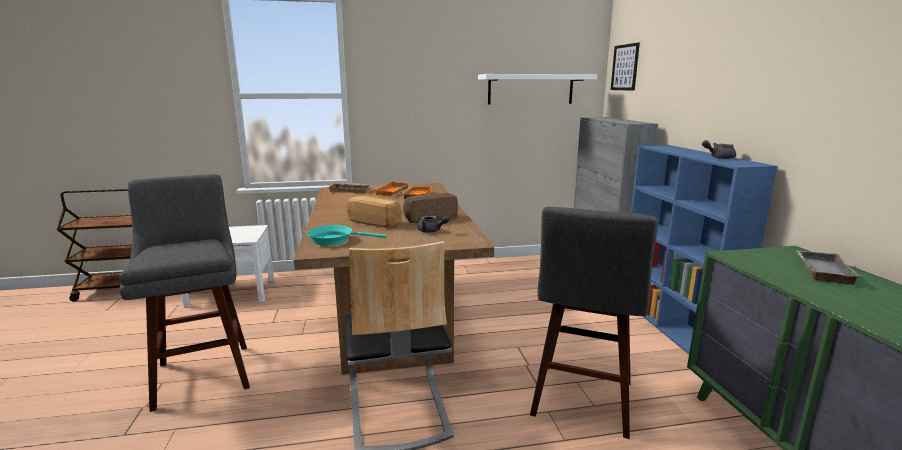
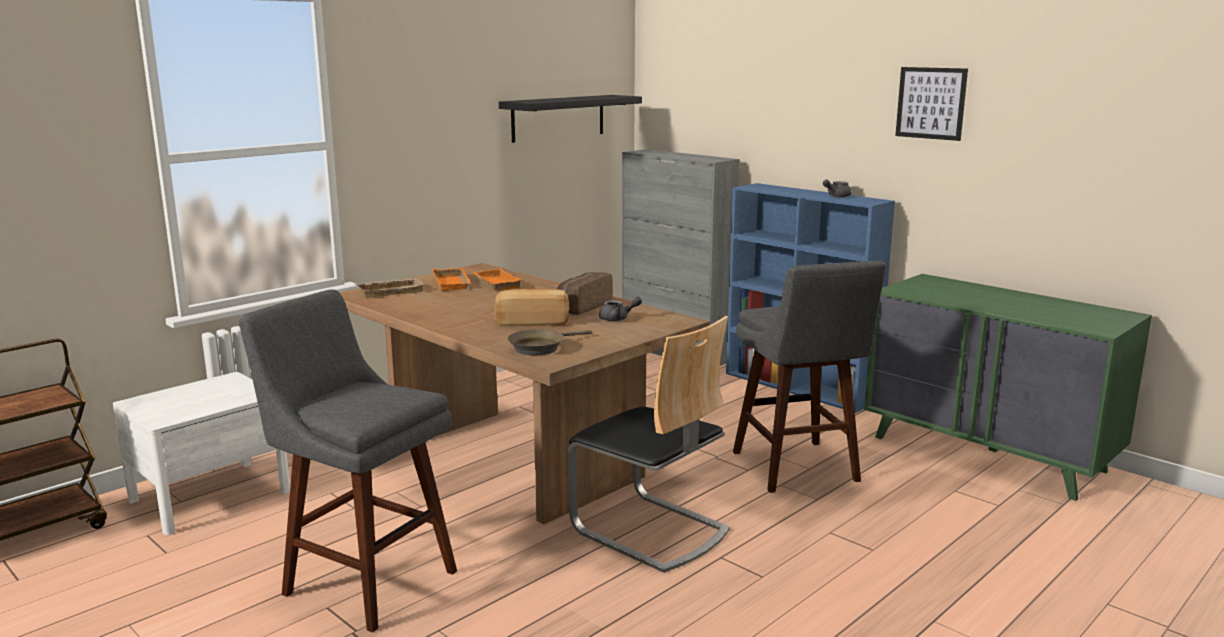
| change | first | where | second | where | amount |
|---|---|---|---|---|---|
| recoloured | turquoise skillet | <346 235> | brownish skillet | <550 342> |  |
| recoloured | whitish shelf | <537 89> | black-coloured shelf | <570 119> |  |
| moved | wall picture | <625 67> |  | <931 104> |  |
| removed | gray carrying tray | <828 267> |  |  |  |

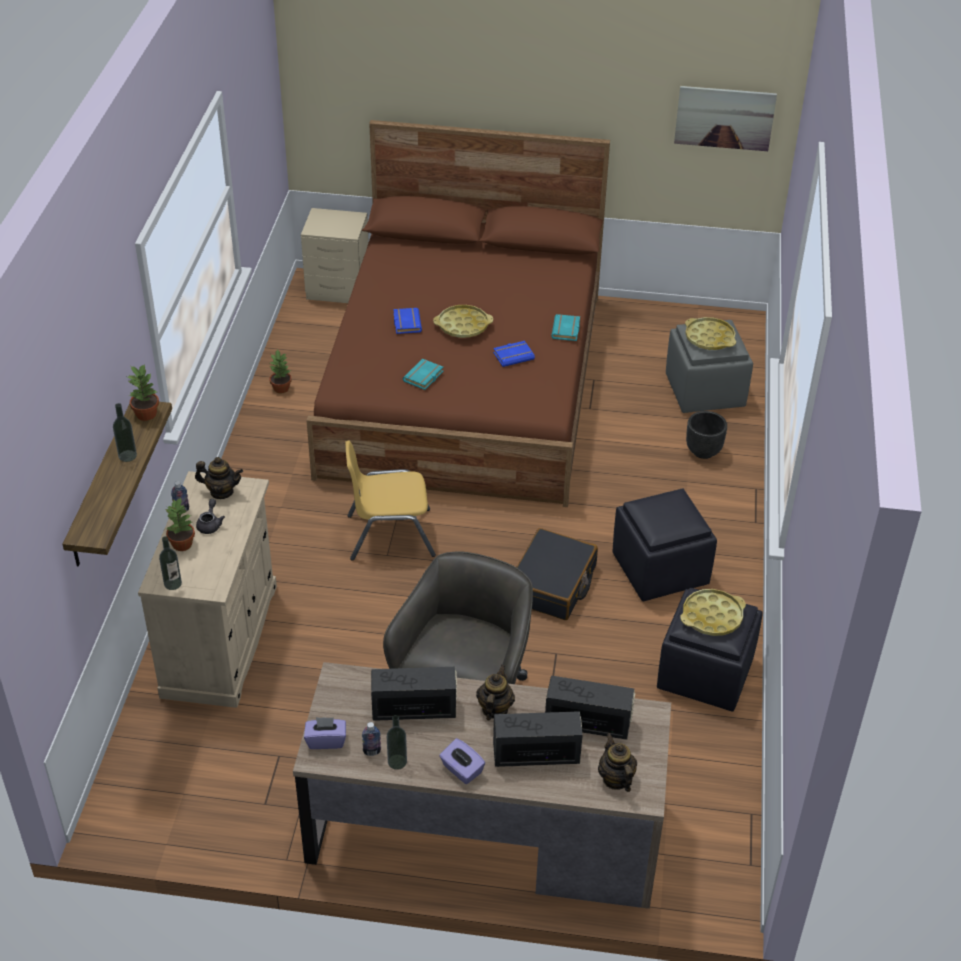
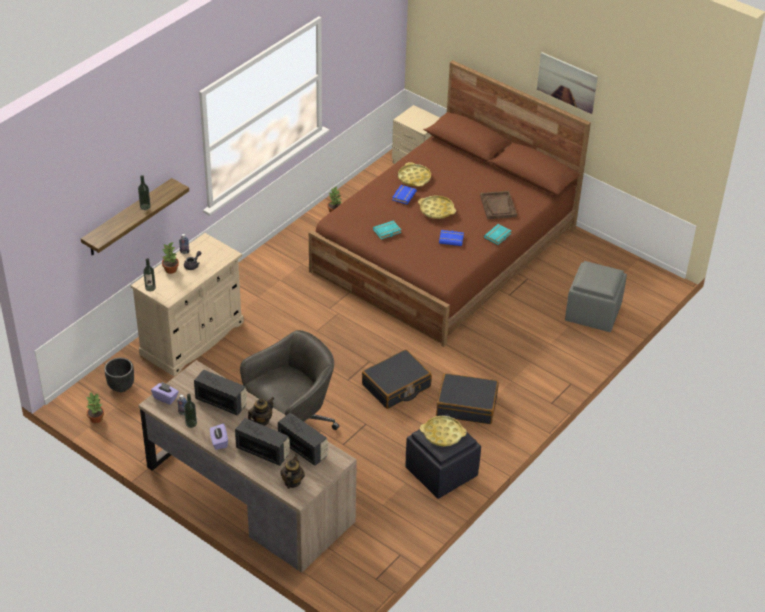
| change | first | where | second | where | amount |
|---|---|---|---|---|---|
| moved | potted plant | <143 392> |  | <95 407> |  |
| removed | tea pot | <219 478> |  |  |  |
| removed | yellow-coloured plain chair | <390 501> |  |  |  |
| replaced | black-coloured ottoman | <664 545> | black-coloured piece of luggage | <467 398> |  |
| moved | wall picture | <725 118> |  | <567 83> |  |
| moved | yellow-coloured carrying tray | <710 333> |  | <414 174> |  |
| moved | black-coloured flower pot | <706 435> |  | <119 375> |  |
| added |  |  | brownish carrying tray | <498 205> |  |

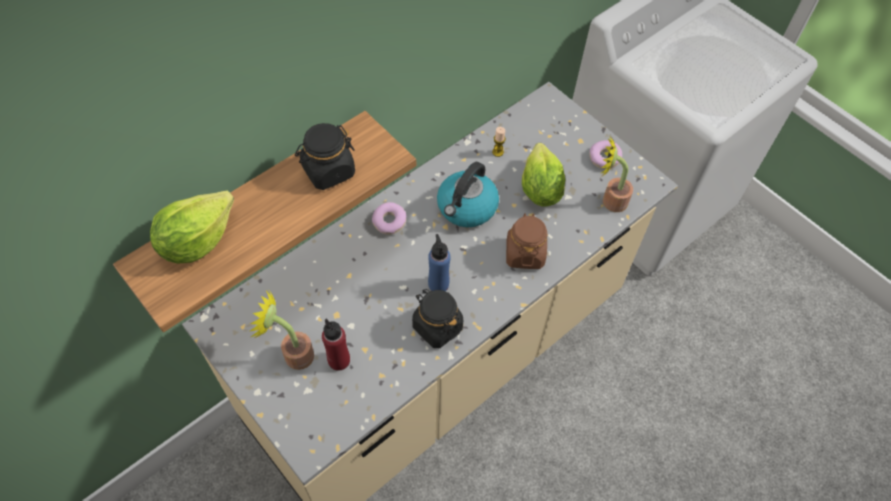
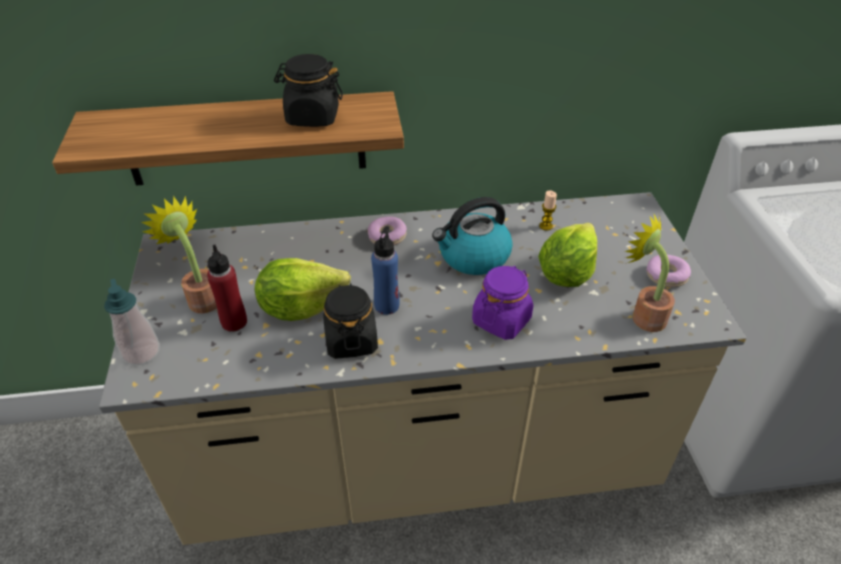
| change | first | where | second | where | amount |
|---|---|---|---|---|---|
| moved | lettuce head | <192 227> |  | <303 289> |  |
| recoloured | brownish preserve jar | <527 241> | purple-coloured preserve jar | <502 303> |  |
| added |  |  | liquid soap bottle | <132 322> |  |

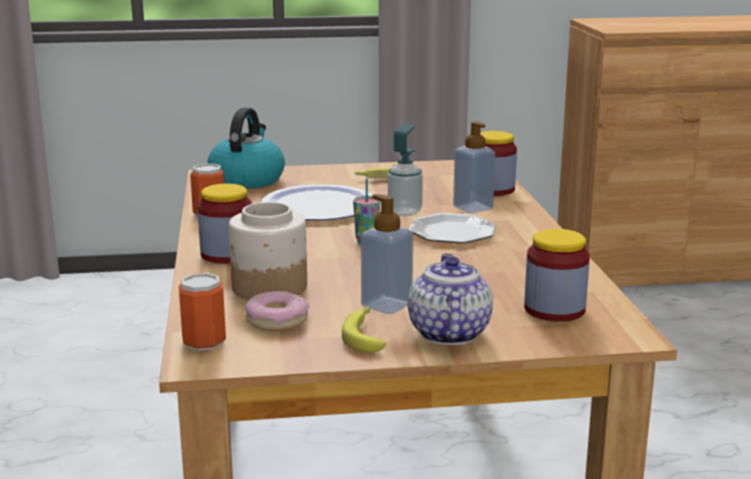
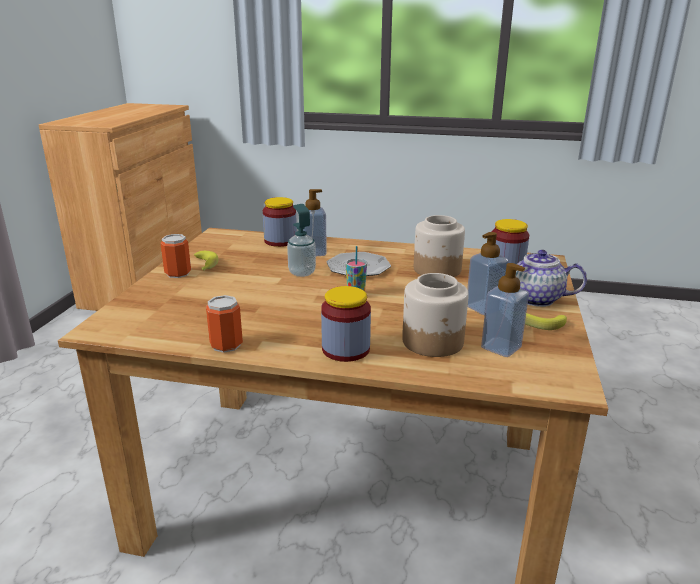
| change | first | where | second | where | amount |
|---|---|---|---|---|---|
| moved | sealed can | <202 312> |  | <175 256> |  |
| removed | kettle | <246 148> |  |  |  |
| replaced | donut | <277 311> | liquid soap bottle | <505 310> |  |
| removed | flat dish | <317 202> |  |  |  |
| added |  |  | preserve jar | <439 246> |  |

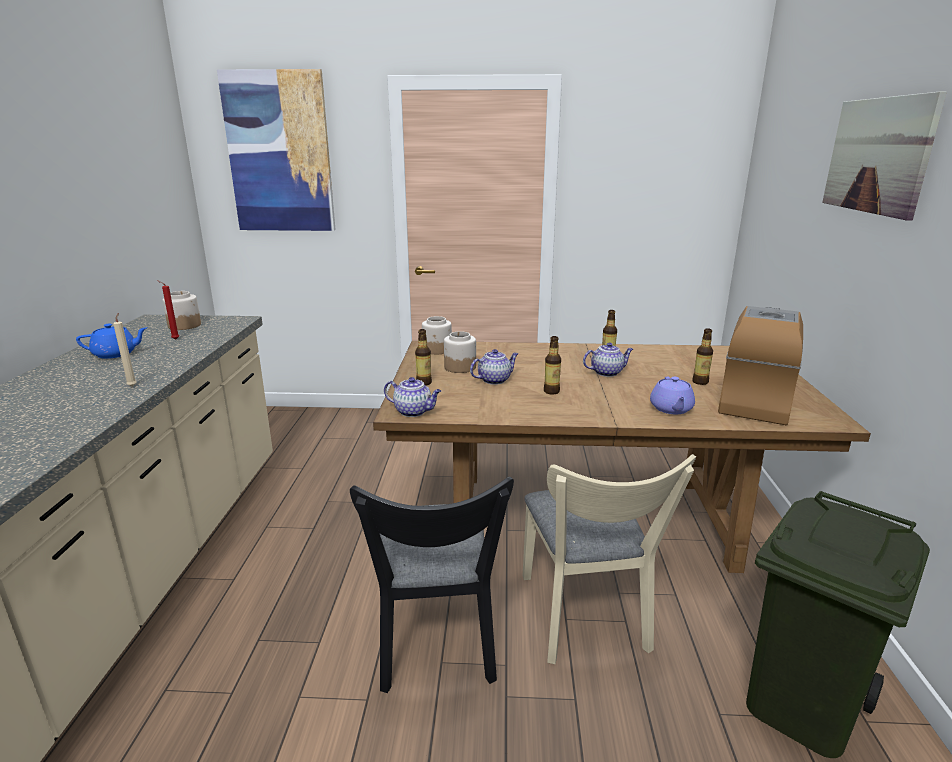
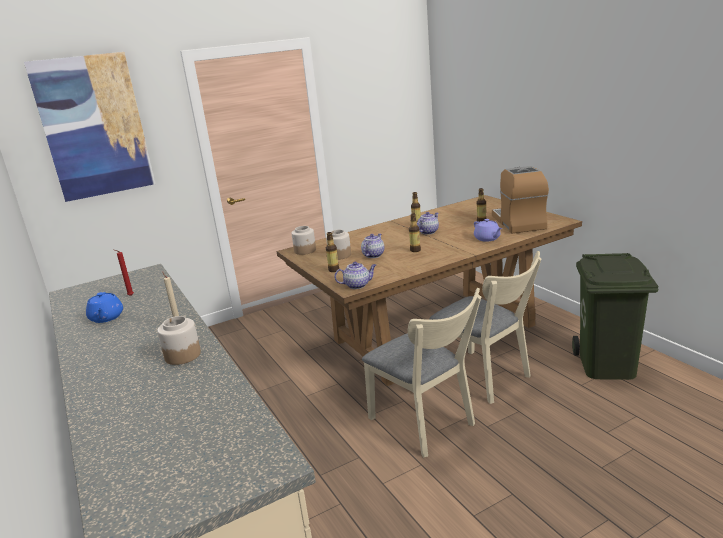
| change | first | where | second | where | amount |
|---|---|---|---|---|---|
| turned | blue tea pot | <111 341> |  | <104 307> | 120 degrees clockwise |
| moved | preserve jar | <182 310> |  | <179 340> |  |
| recoloured | black-coloured plain chair | <432 585> | beige plain chair | <421 373> |  |
| removed | wall picture | <884 156> |  |  |  |

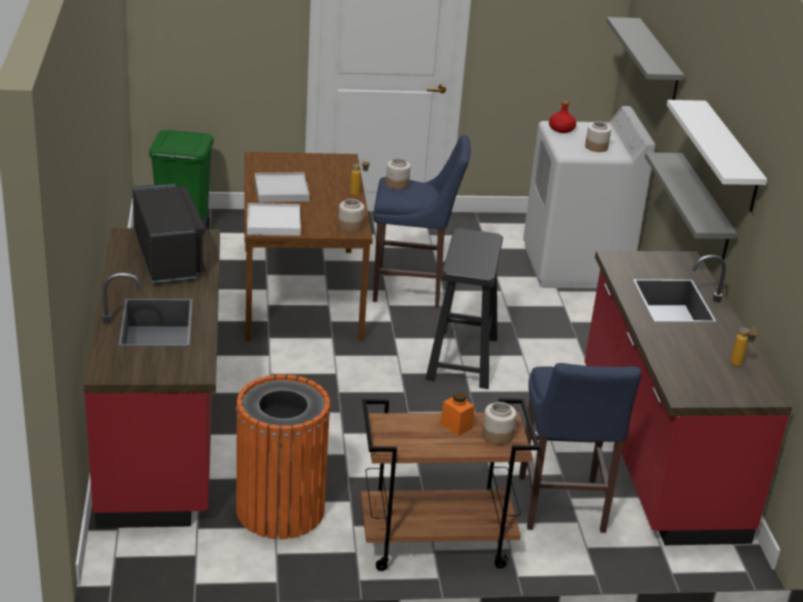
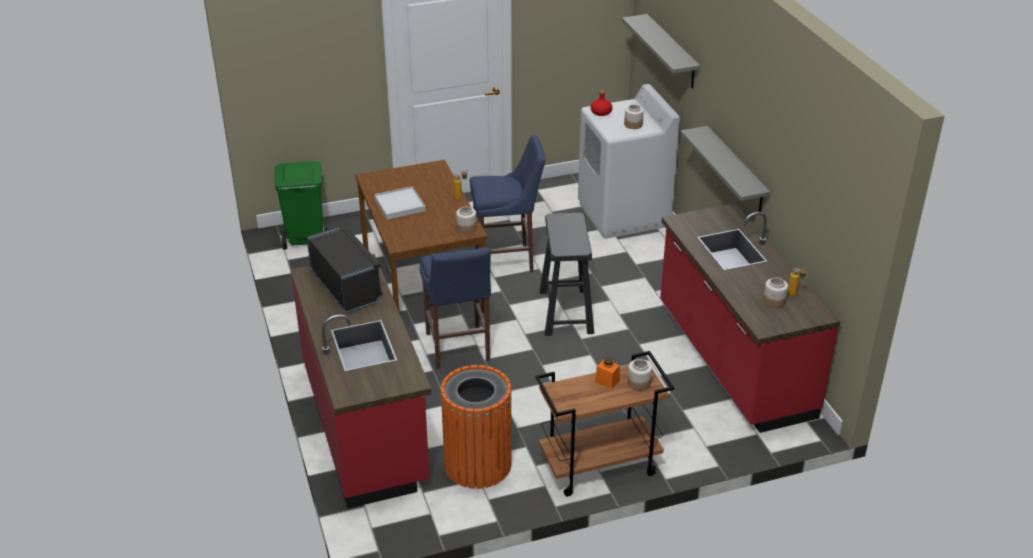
| change | first | where | second | where | amount |
|---|---|---|---|---|---|
| removed | whitish carrying tray | <274 219> |  |  |  |
| moved | preserve jar | <398 174> |  | <775 292> |  |
| moved | blue stool | <580 448> |  | <455 308> |  |
| removed | whitish shelf | <717 156> |  |  |  |

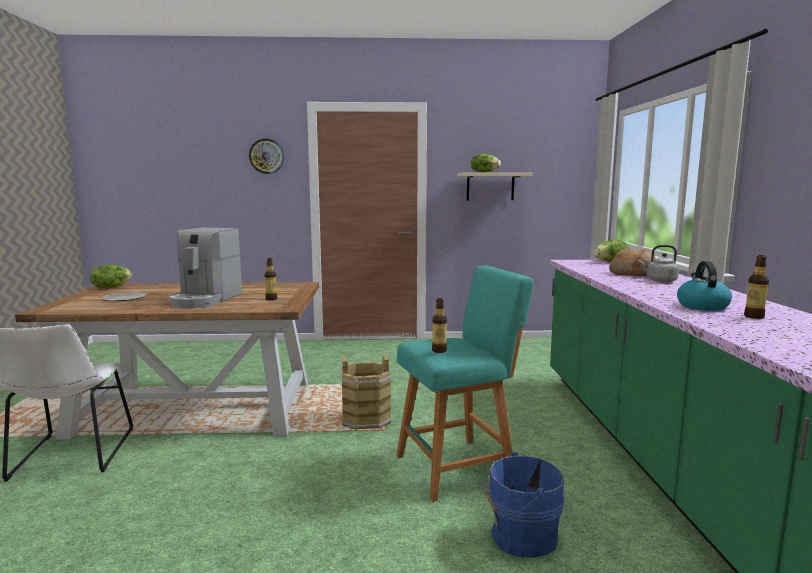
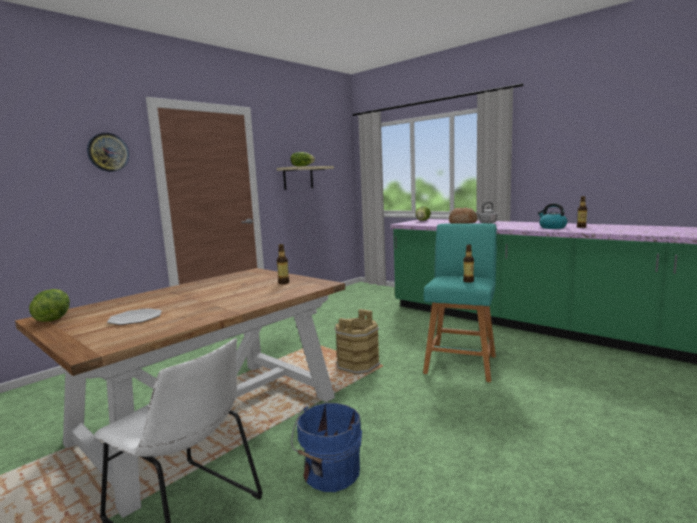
| change | first | where | second | where | amount |
|---|---|---|---|---|---|
| removed | coffee maker | <205 268> |  |  |  |
| moved | blue pail | <524 504> |  | <326 447> |  |

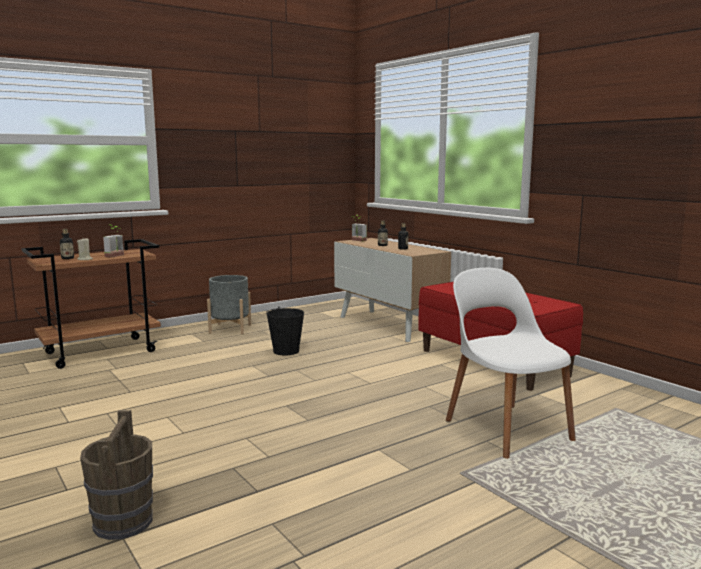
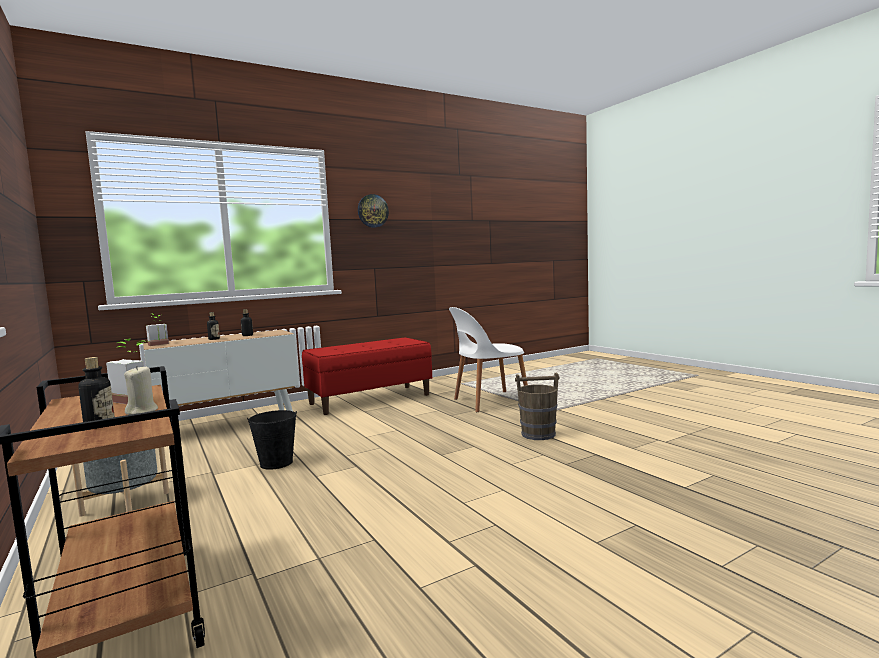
| change | first | where | second | where | amount |
|---|---|---|---|---|---|
| moved | brownish pail | <116 475> |  | <537 406> |  |
| added |  |  | clock on the wall | <373 211> |  |

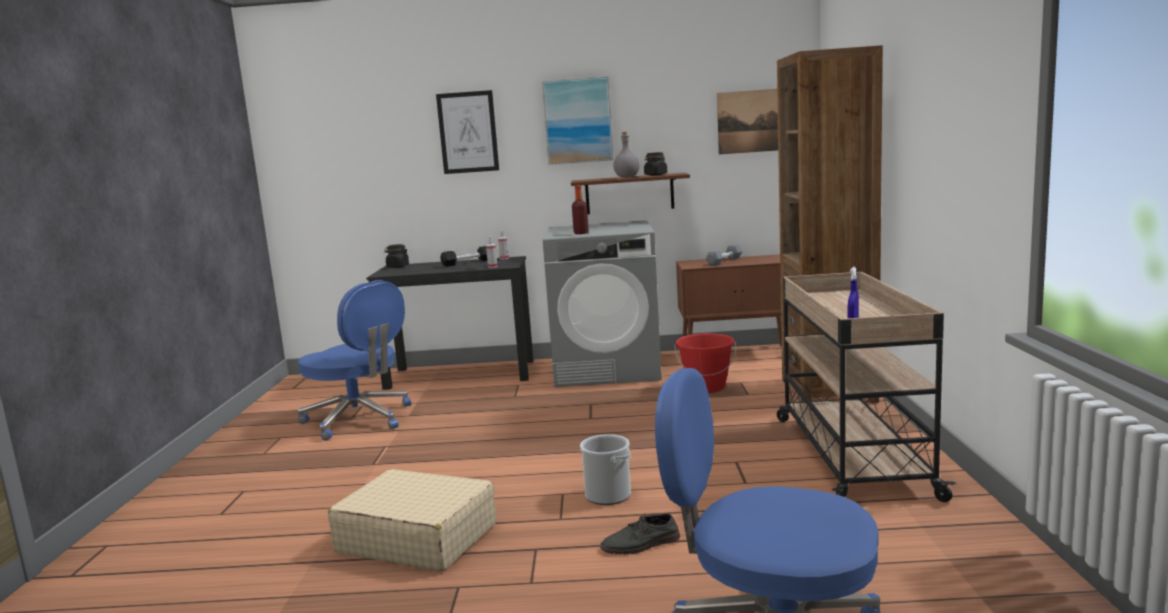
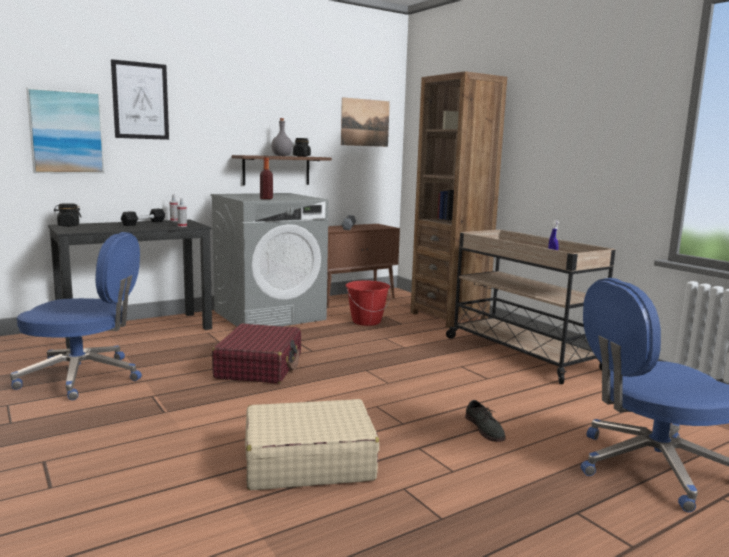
| change | first | where | second | where | amount |
|---|---|---|---|---|---|
| moved | wall picture | <577 120> |  | <65 131> |  |
| removed | pail | <605 469> |  |  |  |
| turned | gray shoe | <640 533> |  | <485 421> | 60 degrees counterclockwise |
| added |  |  | red piece of luggage | <256 353> |  |

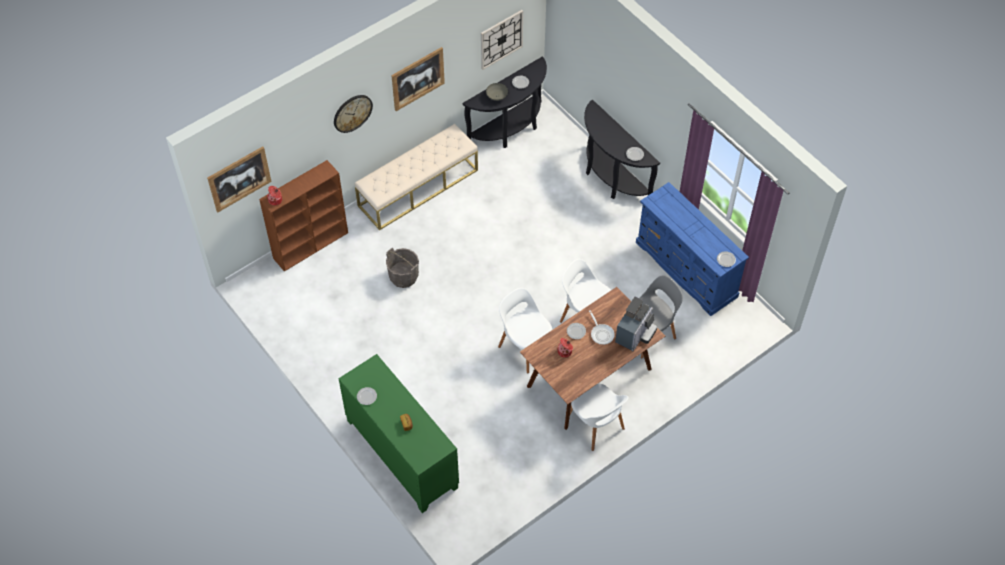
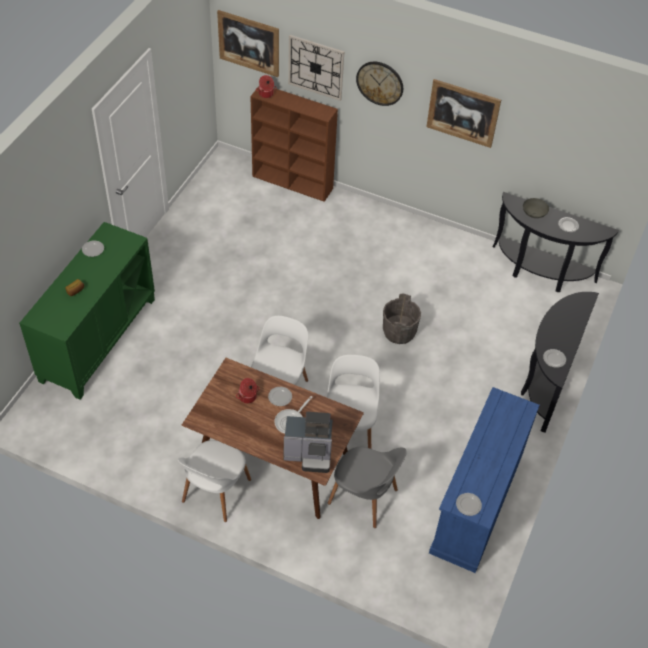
| change | first | where | second | where | amount |
|---|---|---|---|---|---|
| removed | beige indoor bench | <416 177> |  |  |  |
| moved | gray pail | <402 267> |  | <402 318> |  |
| moved | clock on the wall | <502 40> |  | <316 68> |  |

